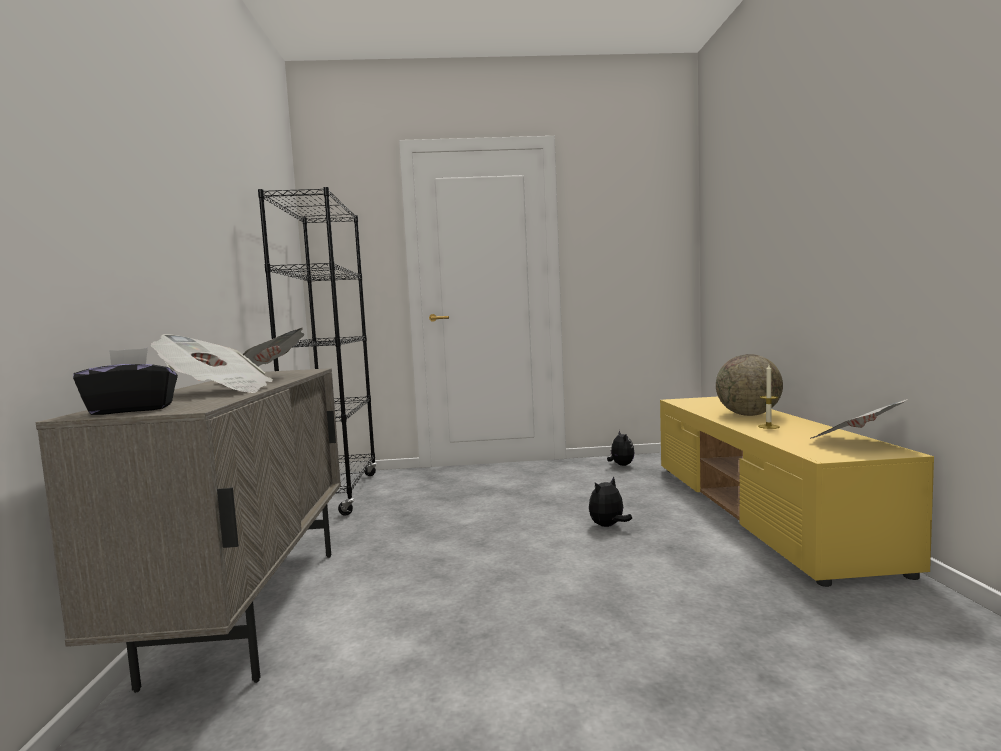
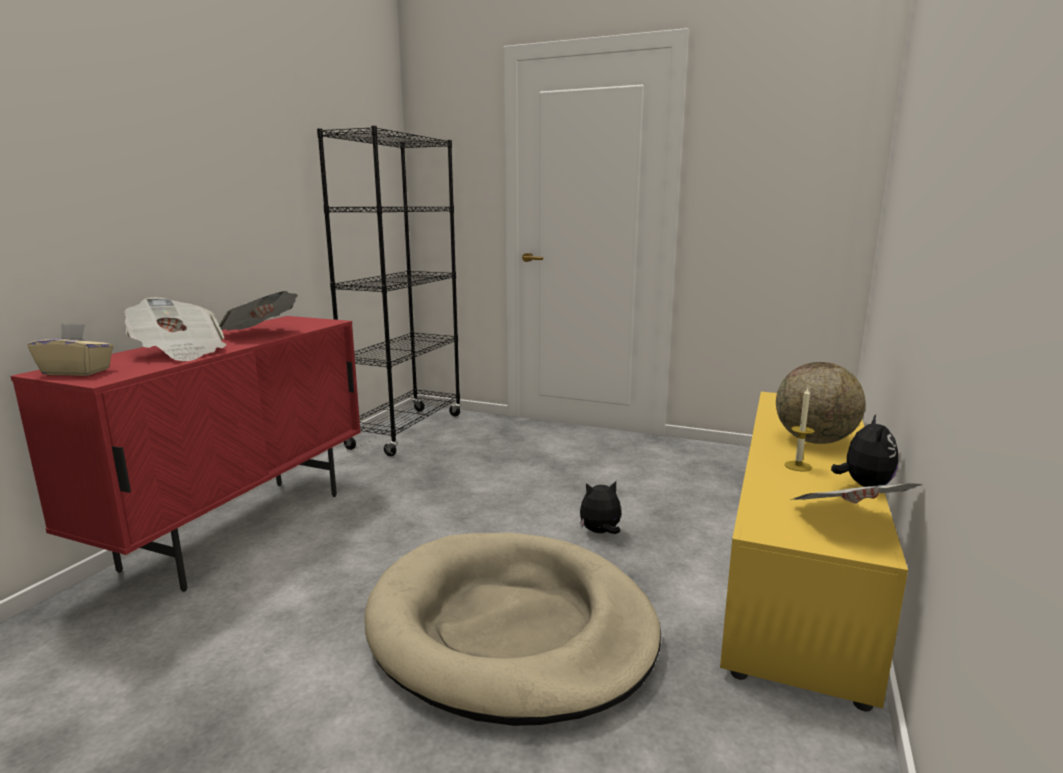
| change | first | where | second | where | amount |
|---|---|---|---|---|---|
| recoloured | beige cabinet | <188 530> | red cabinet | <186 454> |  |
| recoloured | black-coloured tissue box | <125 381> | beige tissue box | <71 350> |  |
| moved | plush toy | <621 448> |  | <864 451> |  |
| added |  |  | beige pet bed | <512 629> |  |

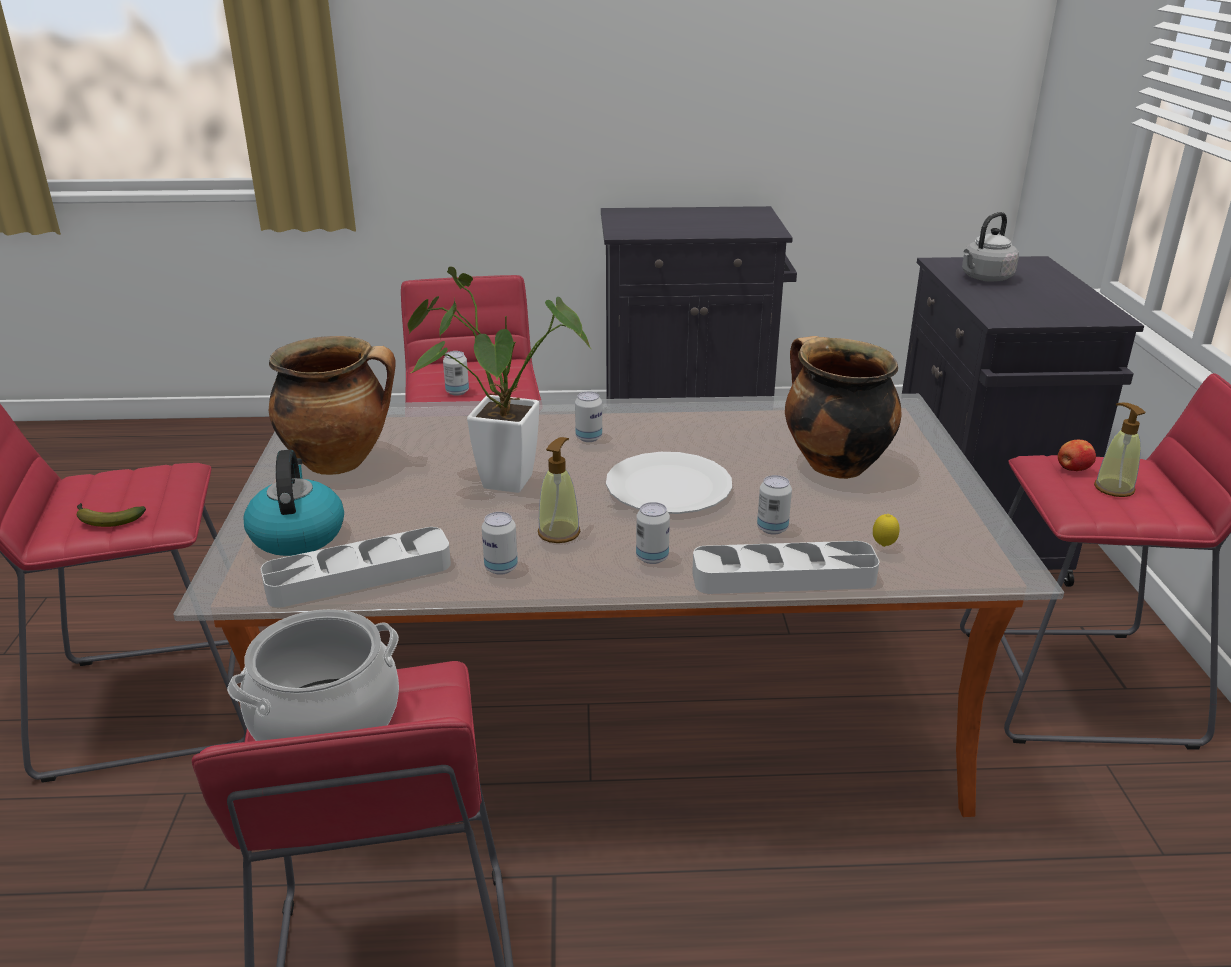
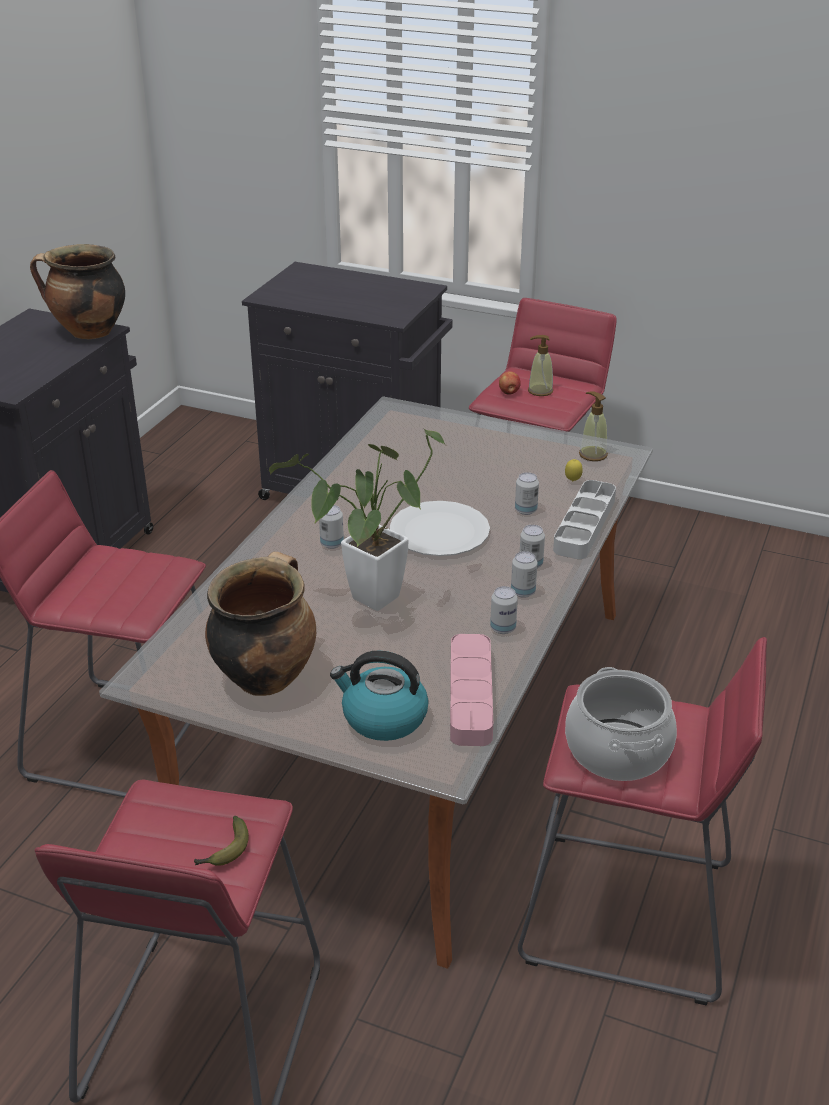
| change | first | where | second | where | amount |
|---|---|---|---|---|---|
| recoloured | gray carrying tray | <356 567> | pinkish carrying tray | <471 690> |  |
| moved | sealed can | <456 373> |  | <524 574> |  |
| moved | liquid soap bottle | <559 490> |  | <593 426> |  |
| moved | cooking pot | <843 407> |  | <77 291> |  |
| removed | gray kettle | <990 247> |  |  |  |

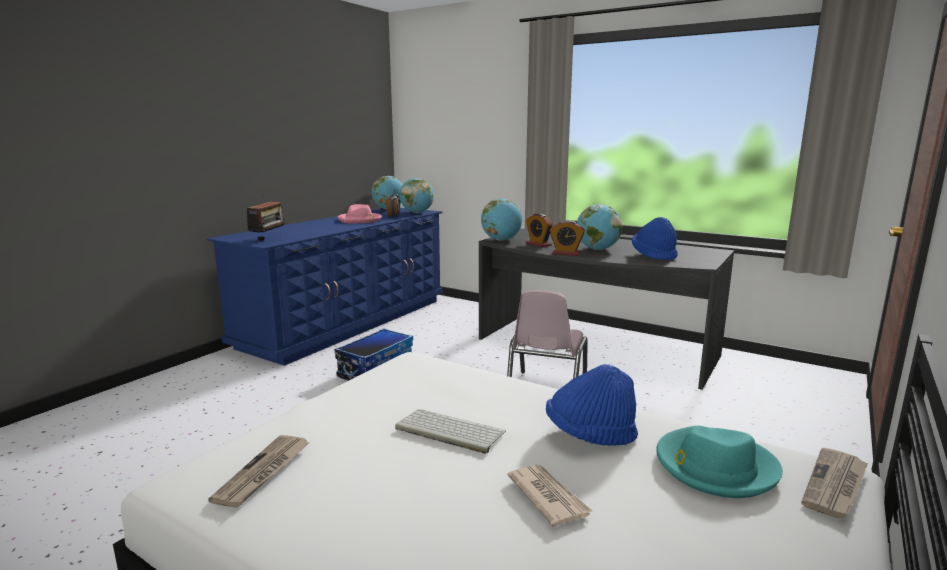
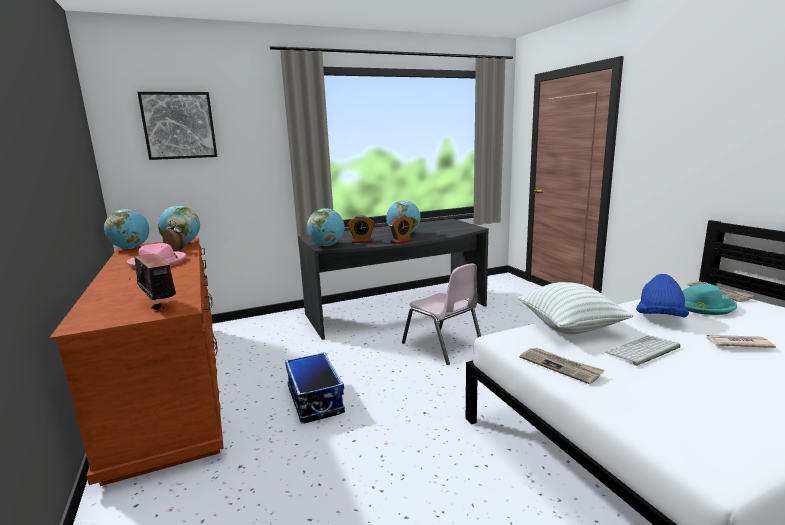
| change | first | where | second | where | amount |
|---|---|---|---|---|---|
| recoloured | blue dresser | <325 287> | brownish dresser | <137 362> |  |
| moved | printed paper | <259 471> |  | <562 366> |  |
| removed | blue wearable hat | <655 238> |  |  |  |
| added |  |  | wall picture | <177 126> |  |
| added |  |  | throw pillow | <575 308> |  |

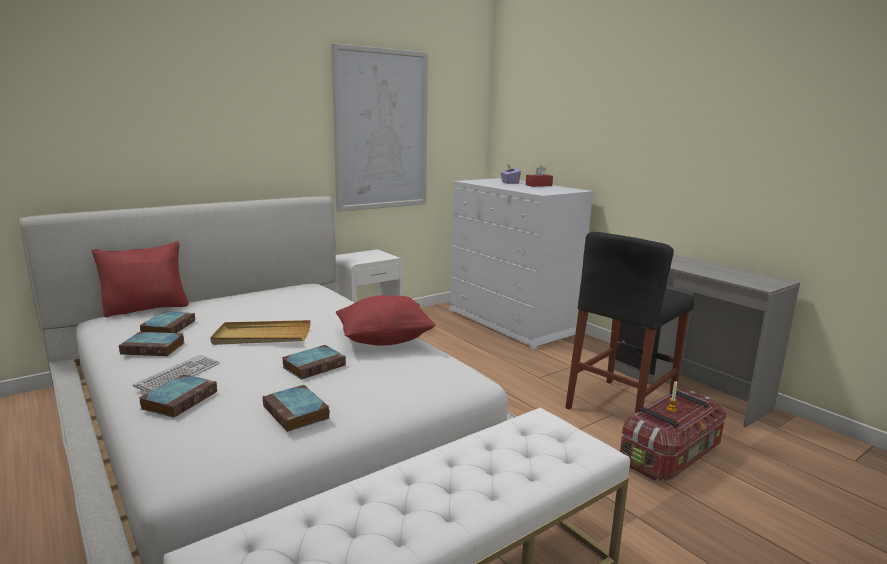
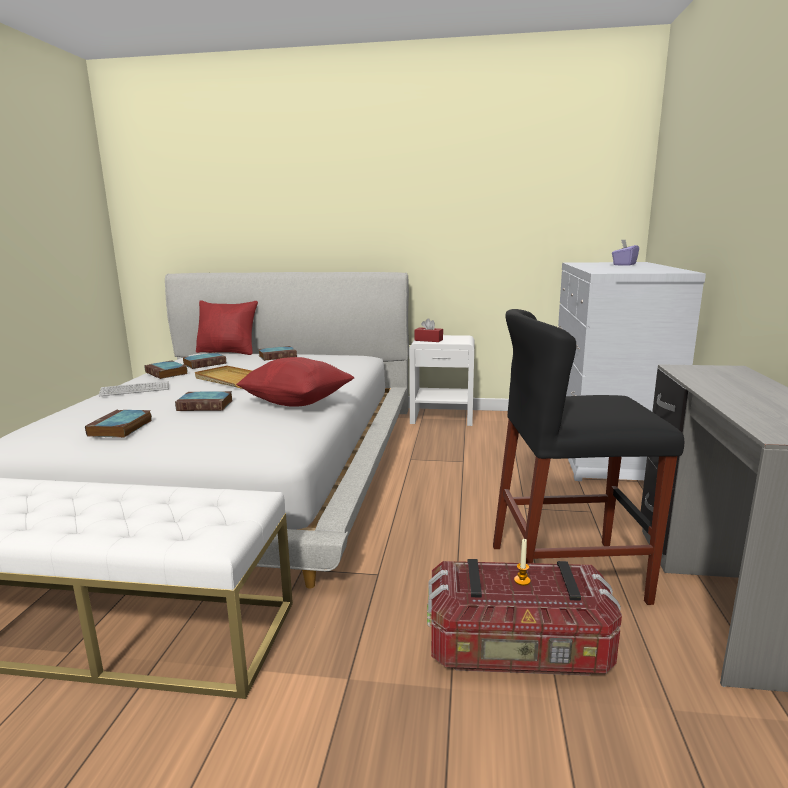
| change | first | where | second | where | amount |
|---|---|---|---|---|---|
| moved | bound book | <178 396> |  | <277 353> |  |
| removed | wall picture | <379 127> |  |  |  |
| moved | red tissue box | <539 176> |  | <428 330> |  |

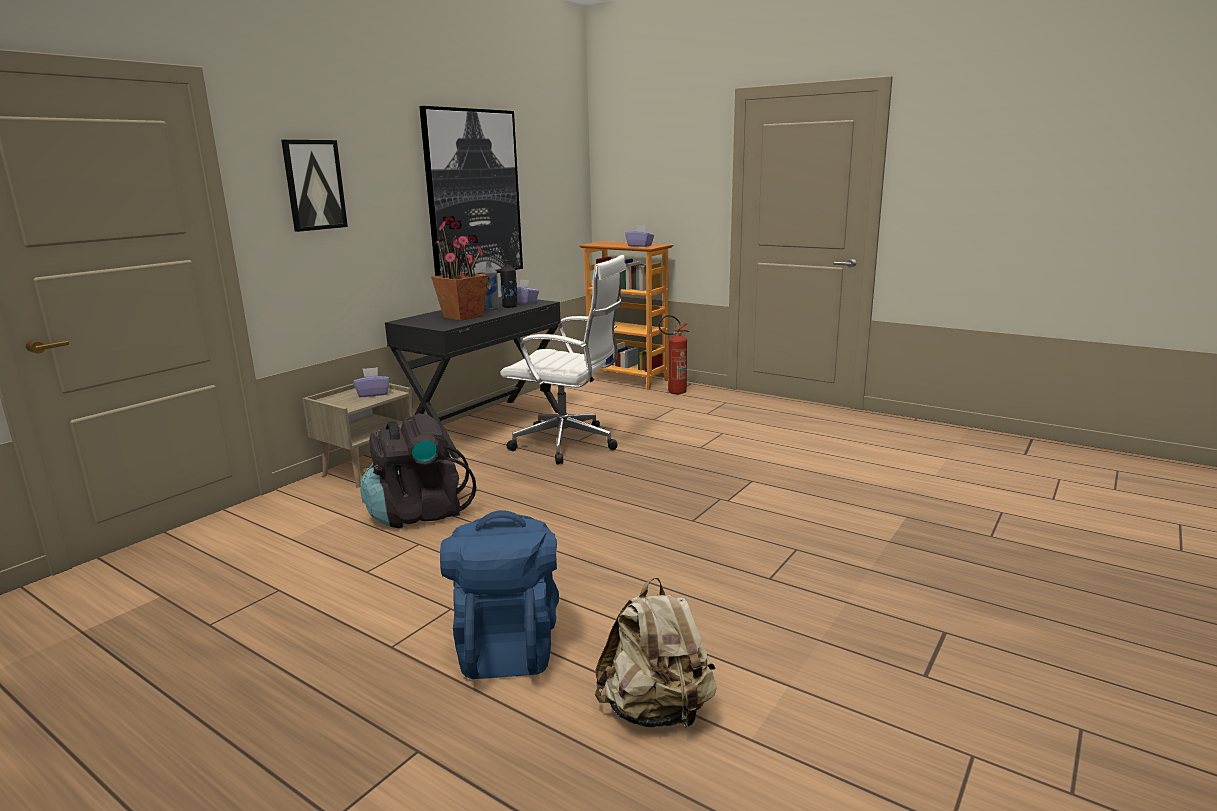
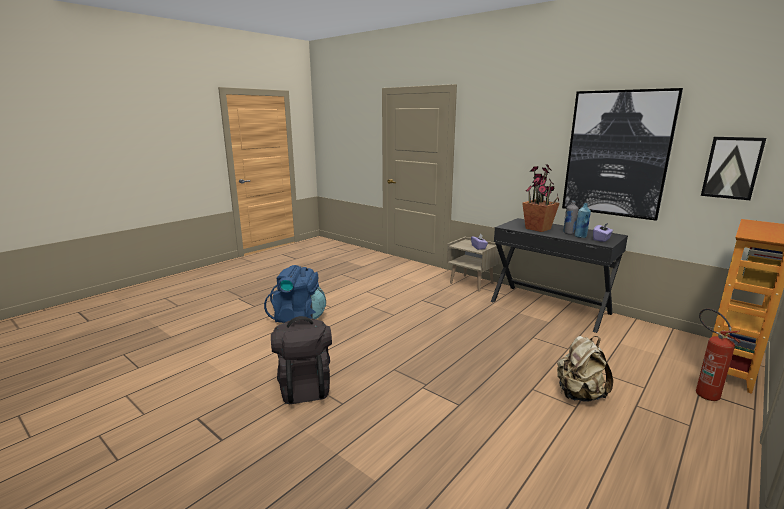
| change | first | where | second | where | amount |
|---|---|---|---|---|---|
| moved | wall picture | <314 186> |  | <733 168> |  |
| moved | black-coloured knapsack | <418 470> |  | <301 360> |  |
| removed | whitish desk chair | <563 359> |  |  |  |
| recoloured | black-coloured drink bottle | <509 284> | blue drink bottle | <583 220> |  |
| moved | beige knapsack | <656 653> |  | <585 369> |  |
| removed | purple-coloured tissue box | <639 236> |  |  |  |

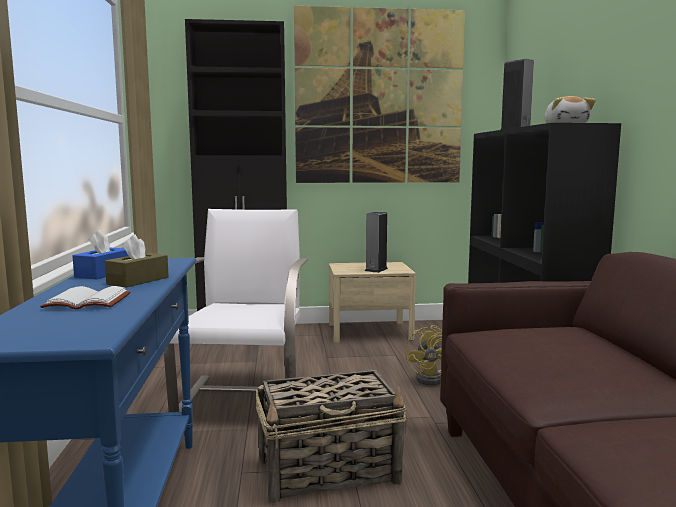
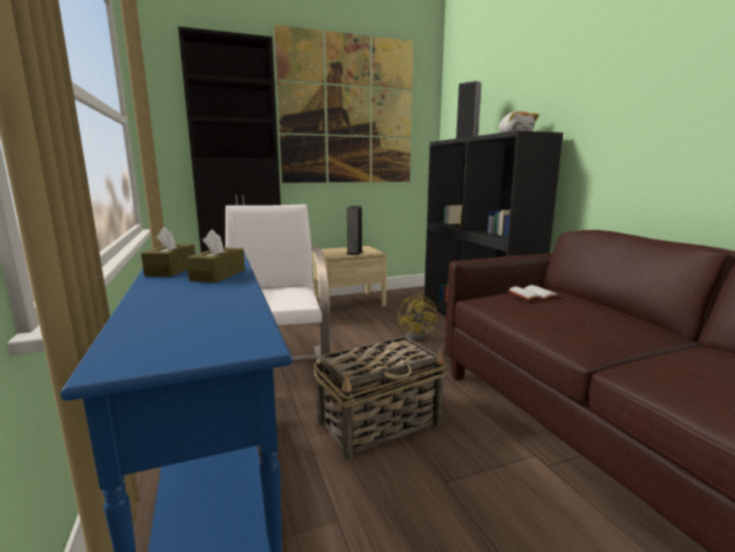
| change | first | where | second | where | amount |
|---|---|---|---|---|---|
| moved | whitish bound book | <85 298> |  | <533 293> |  |
| recoloured | blue tissue box | <100 254> | brownish tissue box | <168 251> |  |

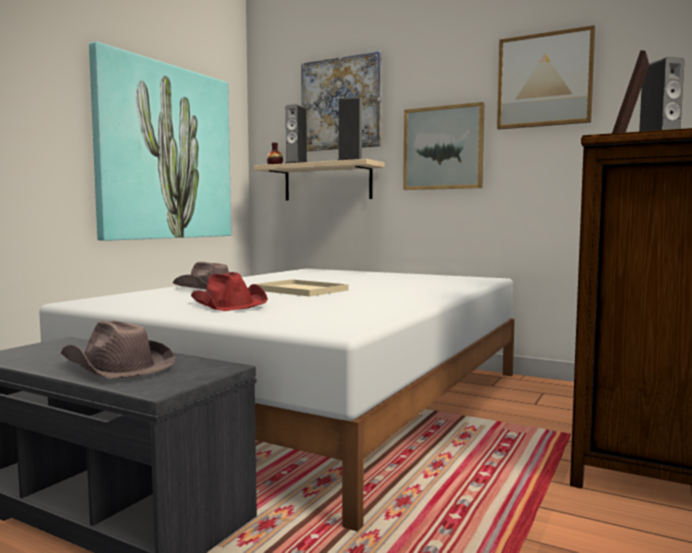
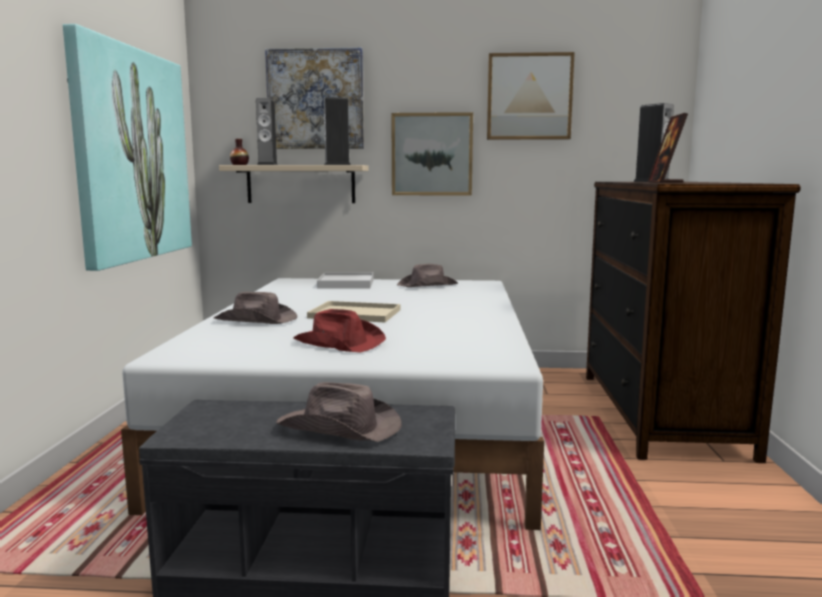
| change | first | where | second | where | amount |
|---|---|---|---|---|---|
| added |  |  | whitish carrying tray | <345 281> |  |
| added |  |  | brownish wearable hat | <427 275> |  |

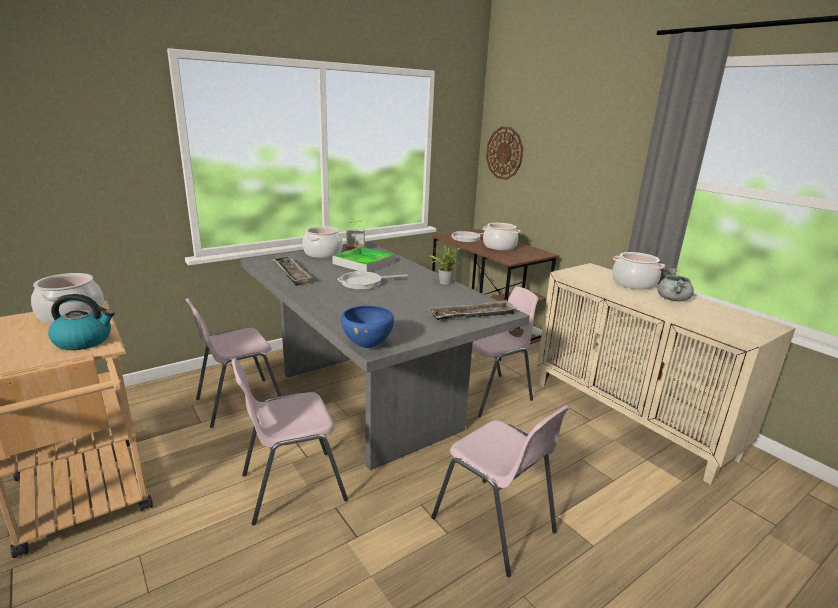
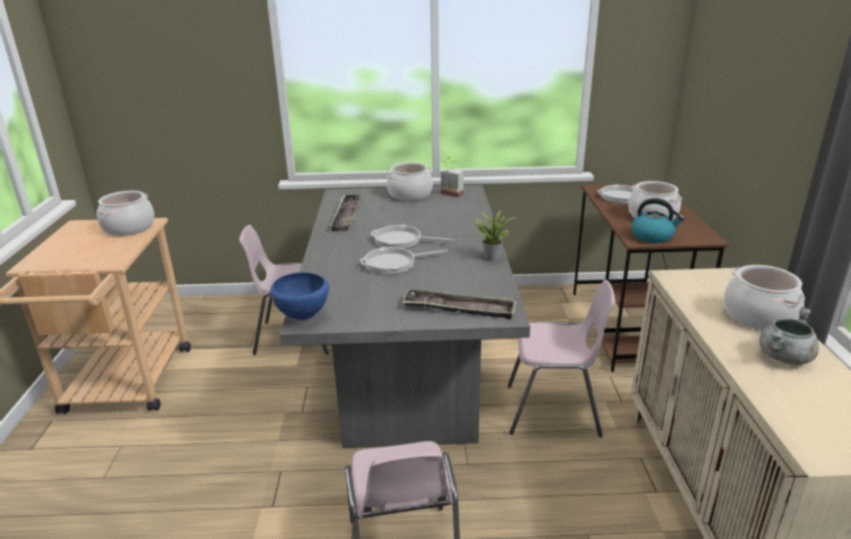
| change | first | where | second | where | amount |
|---|---|---|---|---|---|
| moved | kettle | <81 322> |  | <658 220> |  |
| removed | pinkish plain chair | <290 441> |  |  |  |
| removed | carrying tray | <363 259> |  |  |  |
| removed | clock on the wall | <504 153> |  |  |  |
| added |  |  | skillet | <404 261> |  |

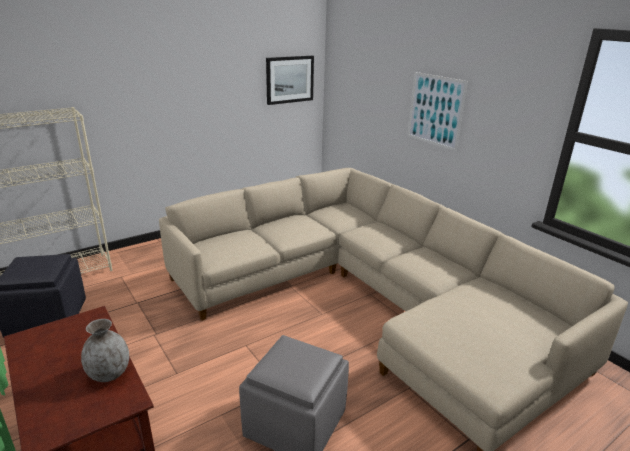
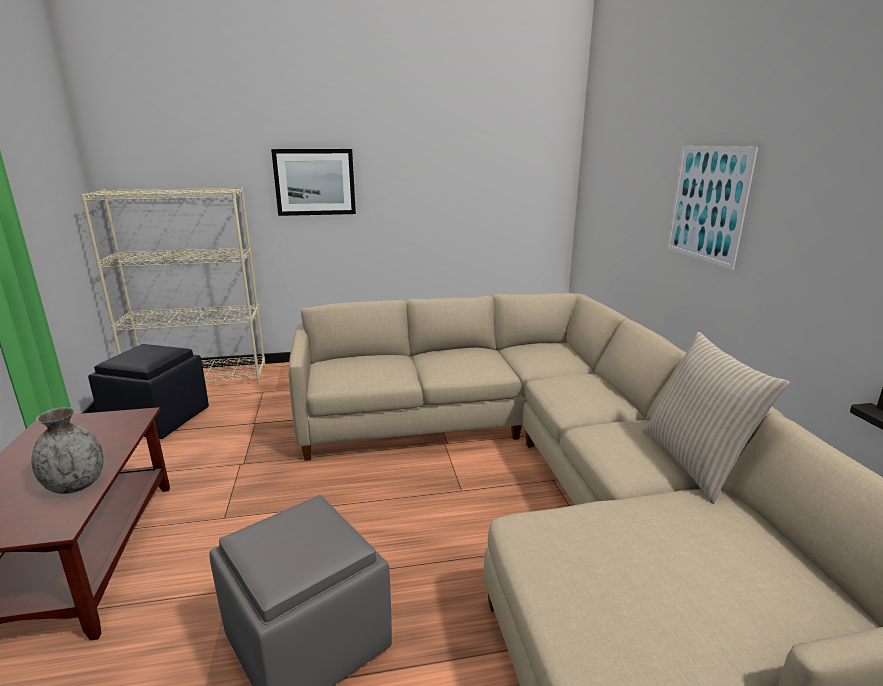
| change | first | where | second | where | amount |
|---|---|---|---|---|---|
| moved | wall picture | <290 80> |  | <313 182> |  |
| added |  |  | beige throw pillow | <716 418> |  |

